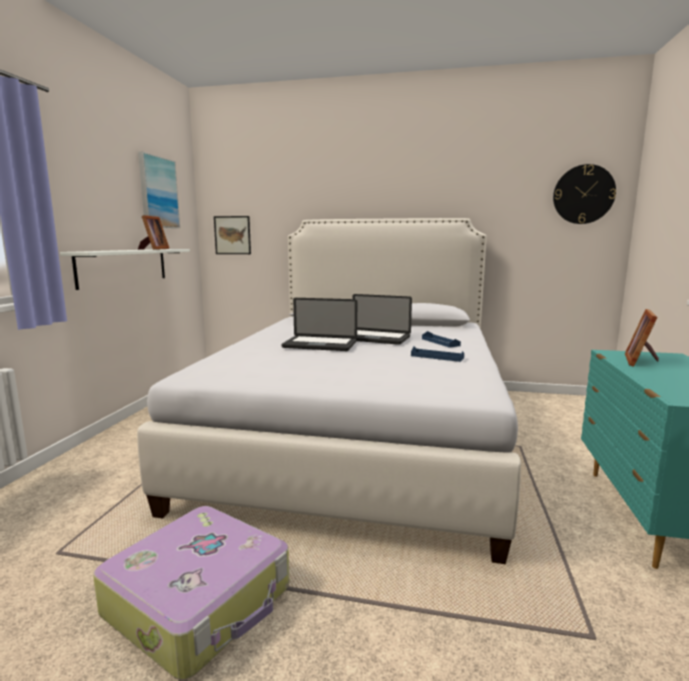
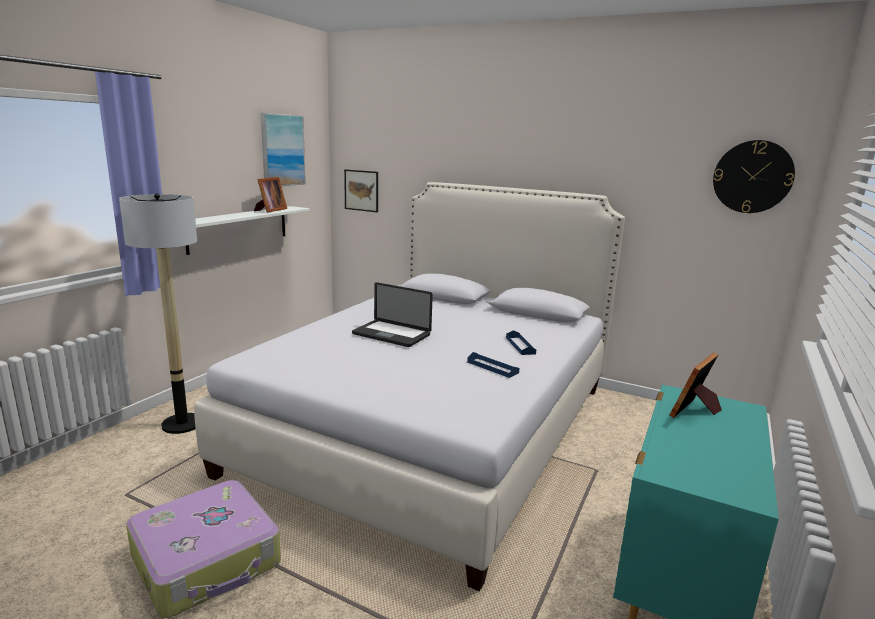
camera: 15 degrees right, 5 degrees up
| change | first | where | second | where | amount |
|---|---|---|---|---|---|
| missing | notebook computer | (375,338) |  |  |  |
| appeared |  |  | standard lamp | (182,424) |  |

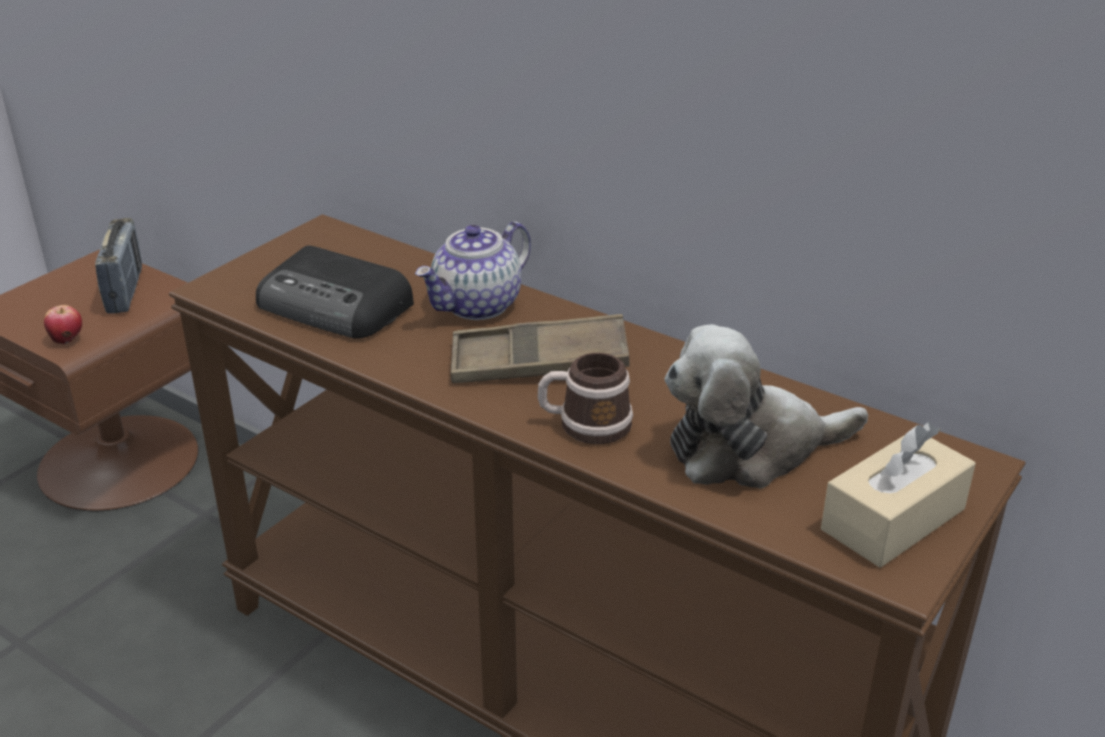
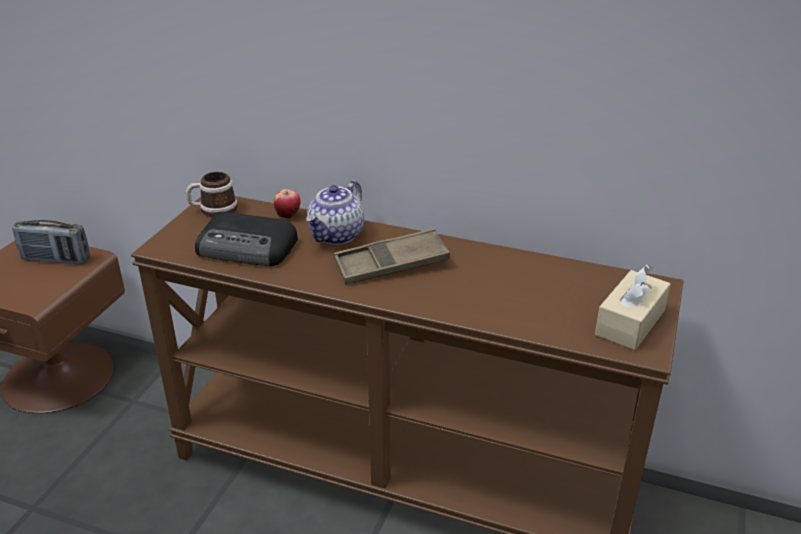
camera: 15 degrees left, 0 degrees up
| change | first | where | second | where | amount |
|---|---|---|---|---|---|
| relocated | apple | (67,340) |  | (288,216) |  |
| spun | radio set | (125,291) |  | (56,259) | 120 degrees clockwise |
| relocated | mug | (585,425) |  | (213,210) |  |
| missing | soft toy | (750,449) |  |  |  |

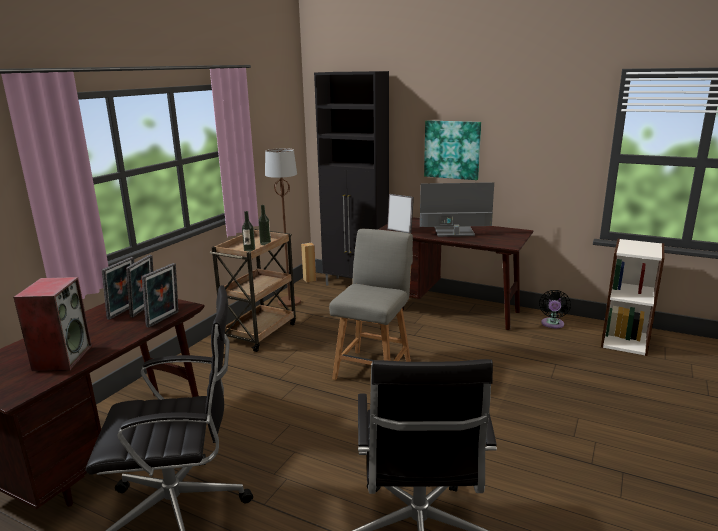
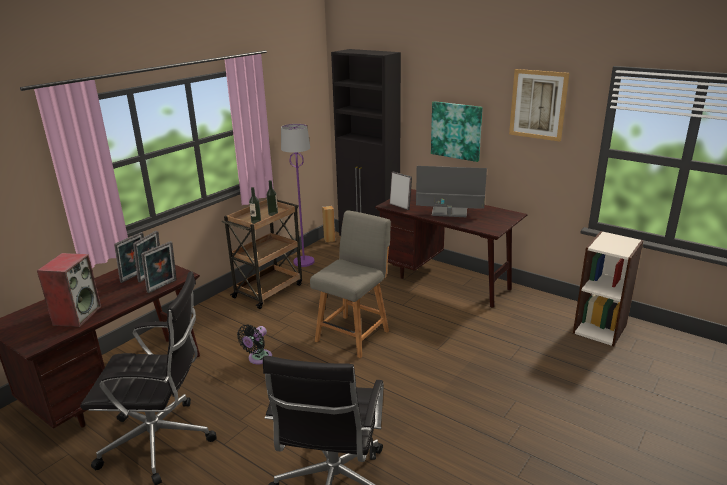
camera: 10 degrees right, 5 degrees up
| change | first | where | second | where | amount |
|---|---|---|---|---|---|
| colour | brownish standard lamp | (289,302) | purple standard lamp | (304,262) |  |
| relocated | blackish electric fan | (552,324) |  | (258,358) |  |
| appeared |  |  | picture | (538,104) |  |

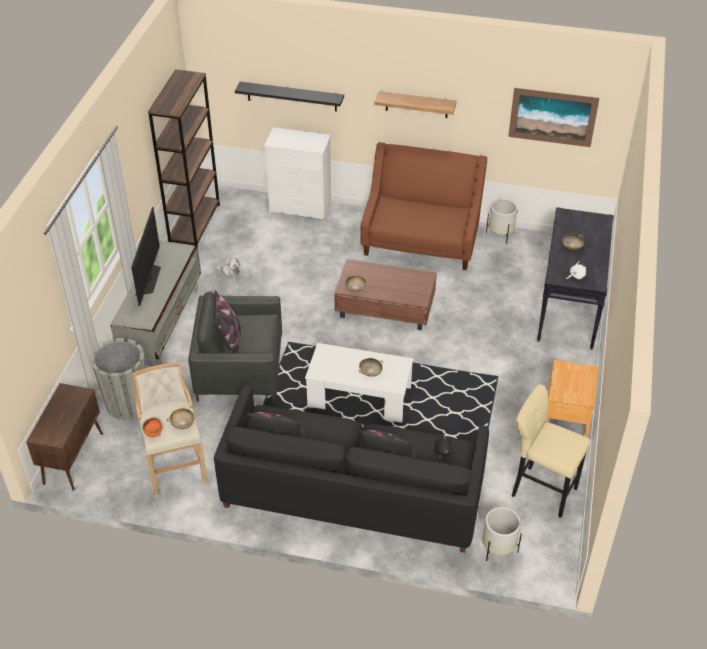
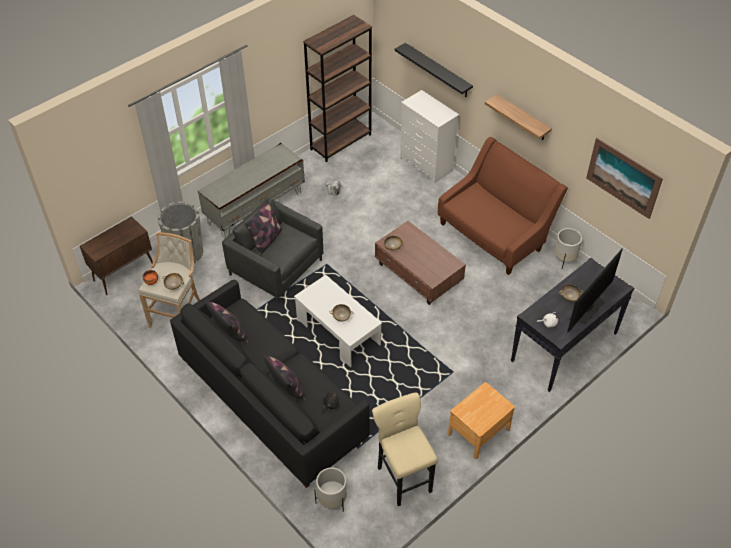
camera: 35 degrees right, 5 degrees up
| change | first | where | second | where | amount |
|---|---|---|---|---|---|
| relocated | television | (148,279) |  | (588,308) |  |

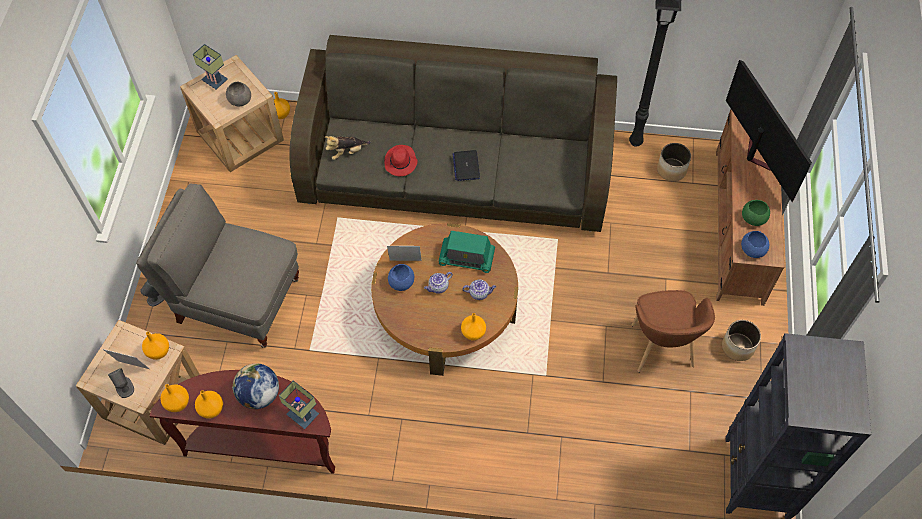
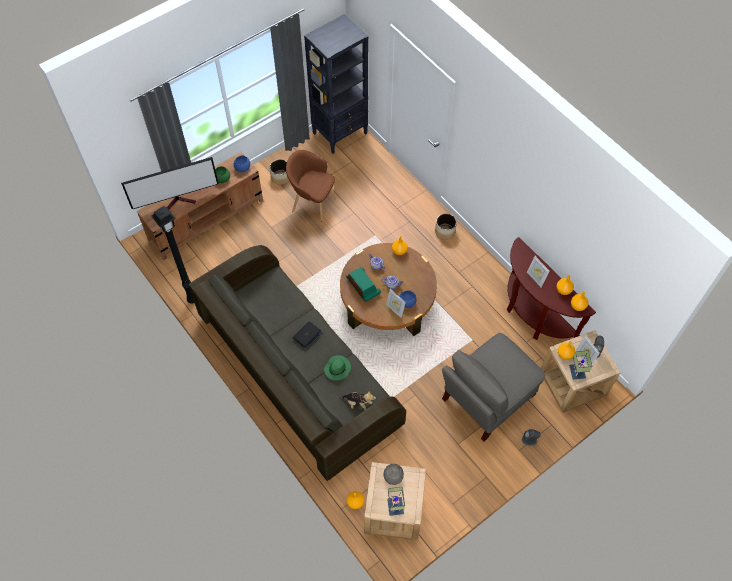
camera: 135 degrees left, 0 degrees up
| change | first | where | second | where | amount |
|---|---|---|---|---|---|
| spun | greyish easy chair | (237,300) |  | (486,399) | 75 degrees clockwise |
| exchanged | desk globe | (259,395) | photo frame | (535,278) |  |
| relocated | table lamp | (301,415) |  | (578,373) |  |
| colour | red-coloured clothing hat | (401,162) | greenish clothing hat | (337,368) |  |
| spun | brownish easy chair | (661,348) |  | (312,203) | 105 degrees counterclockwise |
| relocated | flower pot | (671,170) |  | (445,231) |  |
| spun | television | (755,155) |  | (179,202) | 135 degrees counterclockwise |

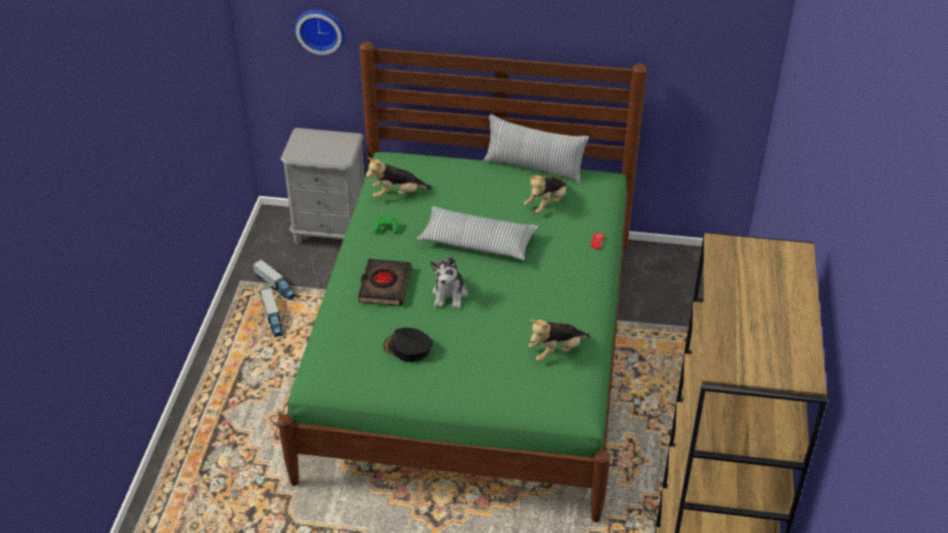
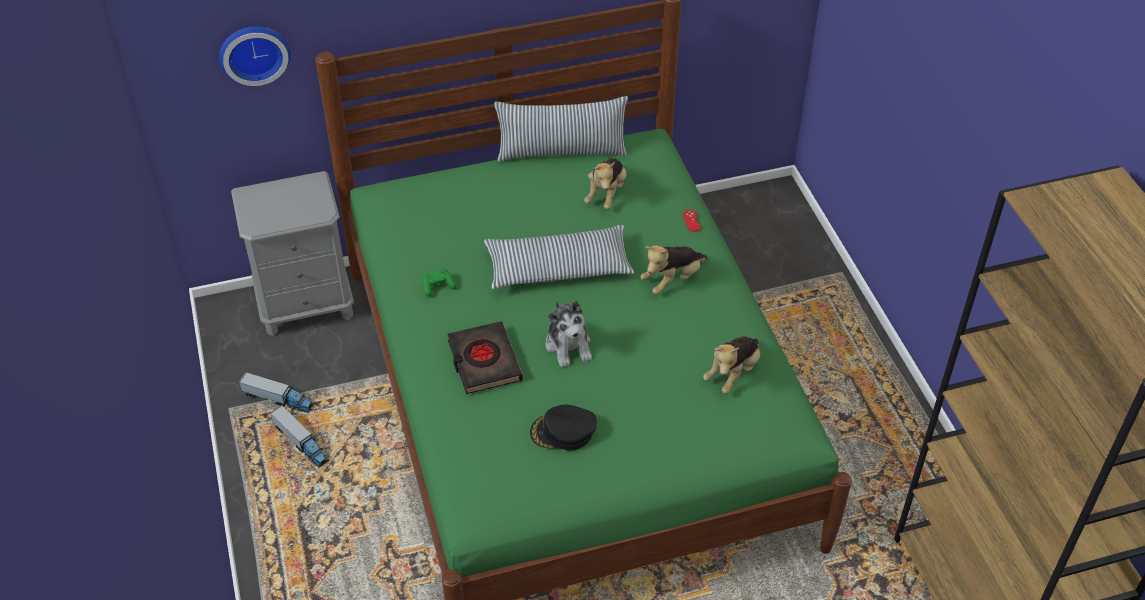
camera: 25 degrees left, 5 degrees up
| change | first | where | second | where | amount |
|---|---|---|---|---|---|
| relocated | soft toy | (397,194) |  | (672,280) |  |

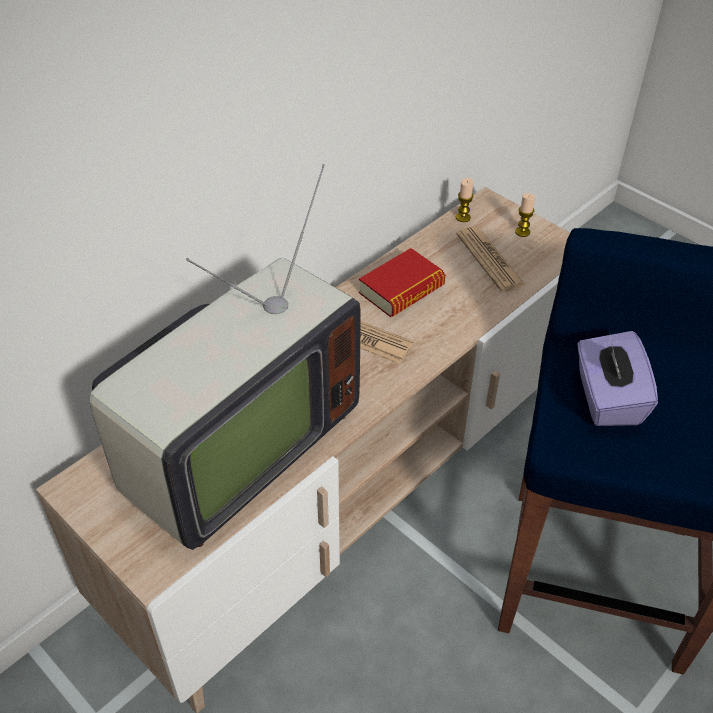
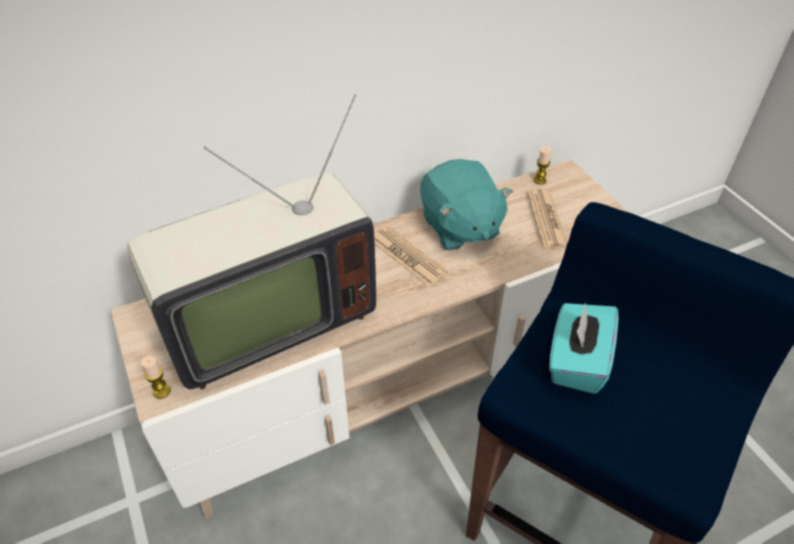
camera: 20 degrees right, 0 degrees up
| change | first | where | second | where | amount |
|---|---|---|---|---|---|
| exchanged | bound book | (401,289) | blue-green soft toy | (459,227) |  |
| relocated | candle | (522,232) |  | (161,391) |  |
| colour | purple box of tissues | (607,398) | blue-green box of tissues | (576,362) |  |

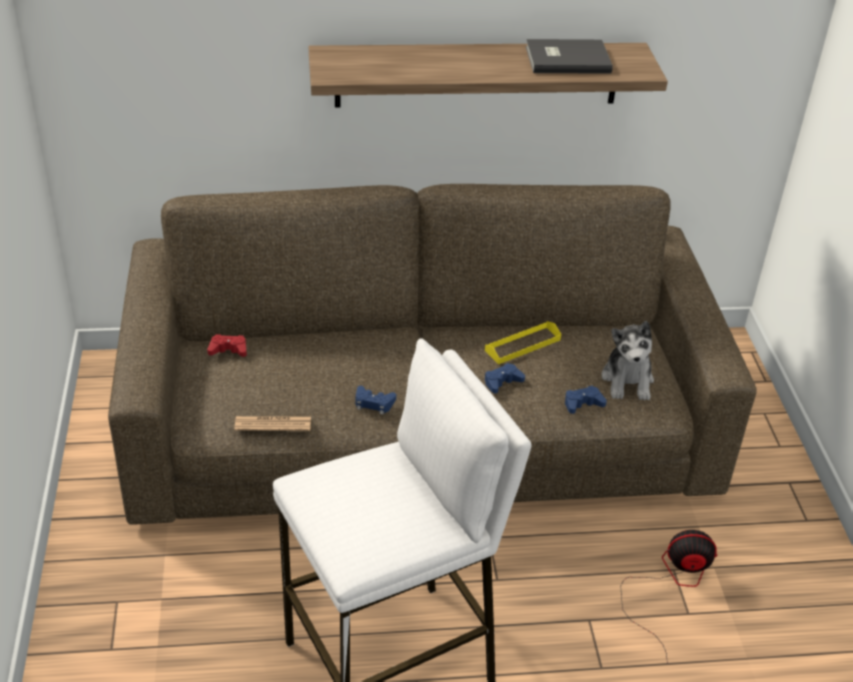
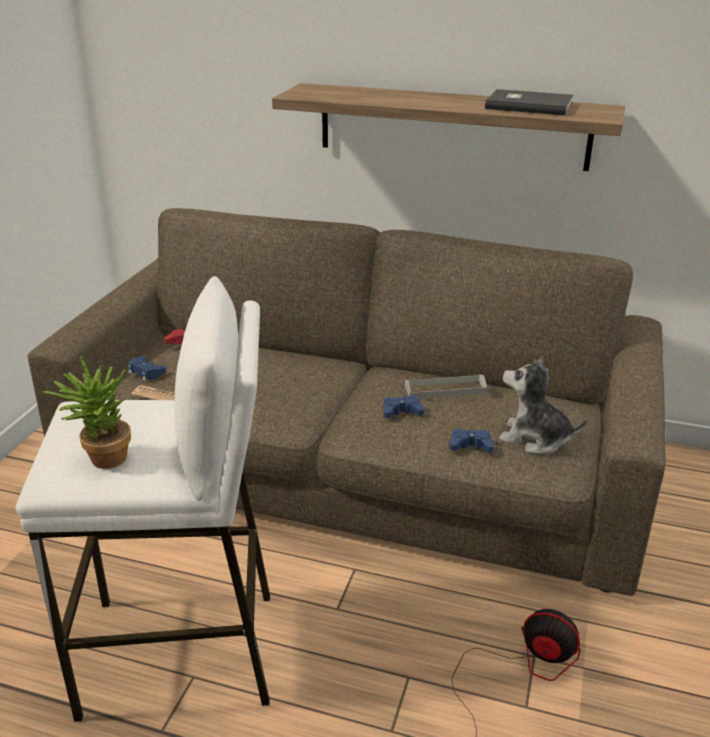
camera: 25 degrees right, 10 degrees down
| change | first | where | second | where | amount |
|---|---|---|---|---|---|
| relocated | bluish game controller | (373,403) |  | (146,372) |  |
| colour | yellowish tray | (522,345) | greyish tray | (445,389) |  |
| spun | soft toy | (627,380) |  | (534,439) | 90 degrees clockwise |
| appeared |  |  | houseplant | (101,459) |  |

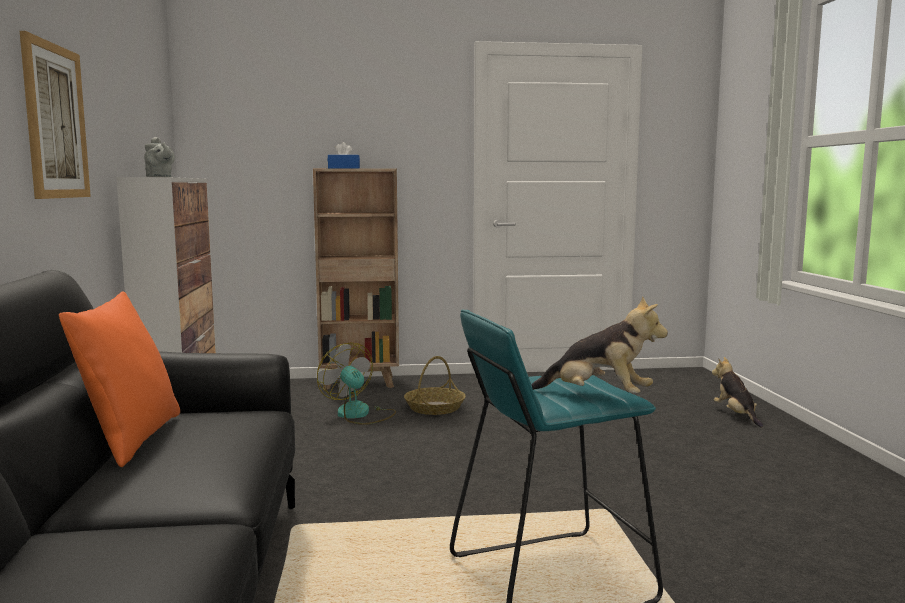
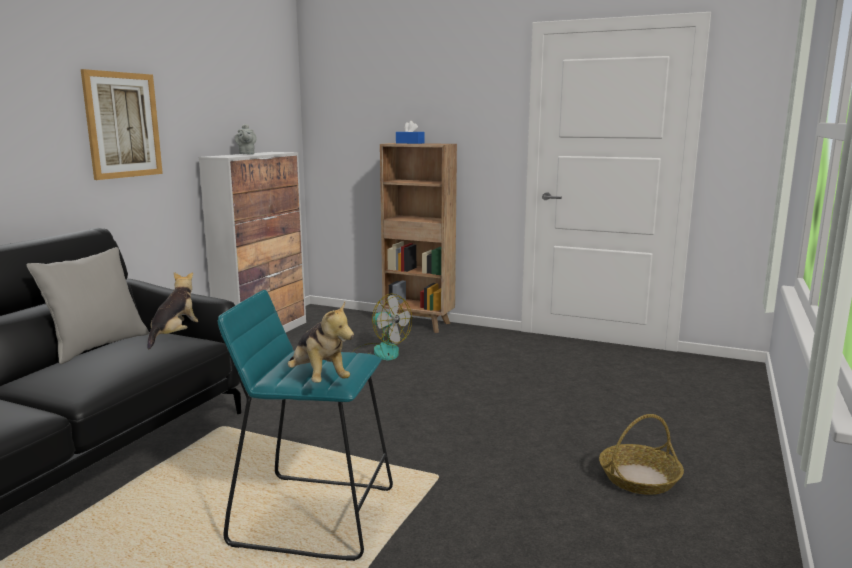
camera: 30 degrees right, 5 degrees up
| change | first | where | second | where | amount |
|---|---|---|---|---|---|
| colour | orange-coloured throw pillow | (130,439) | greyish throw pillow | (97,346) |  |
| spun | electric fan | (359,414) |  | (380,351) | 135 degrees clockwise |
| relocated | household basket | (434,408) |  | (639,478) |  |
| relocated | soft toy | (736,415) |  | (175,335) |  |

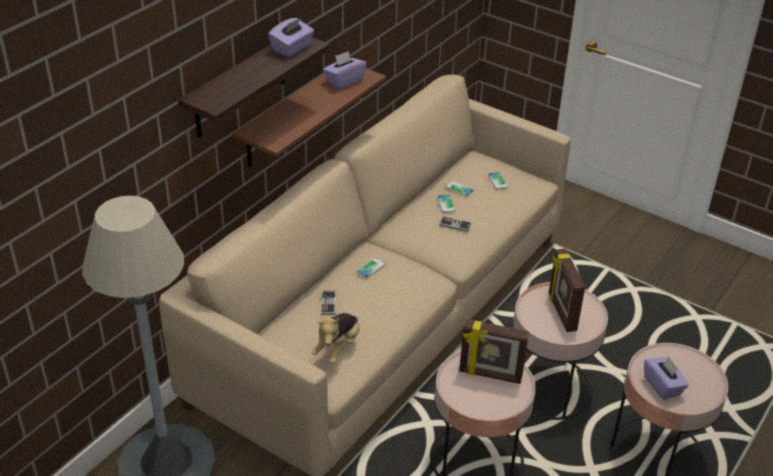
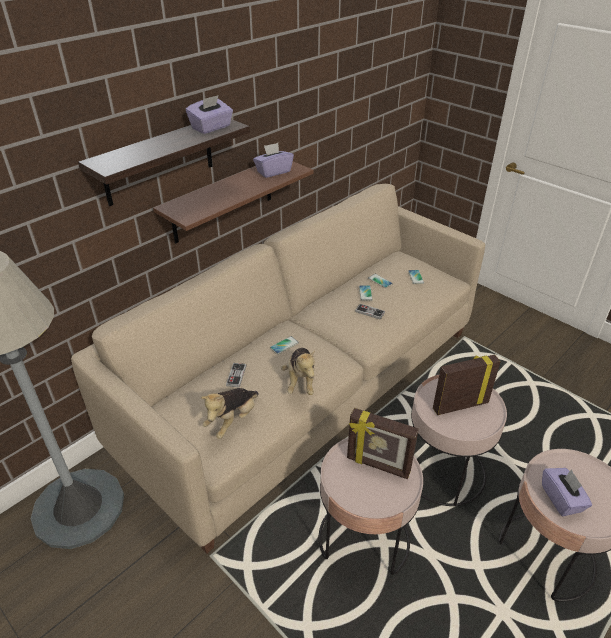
camera: 10 degrees right, 0 degrees up
| change | first | where | second | where | amount |
|---|---|---|---|---|---|
| spun | photo frame | (561,312) |  | (459,405) | 75 degrees clockwise |
| appeared |  |  | soft toy | (300,380) |  |

